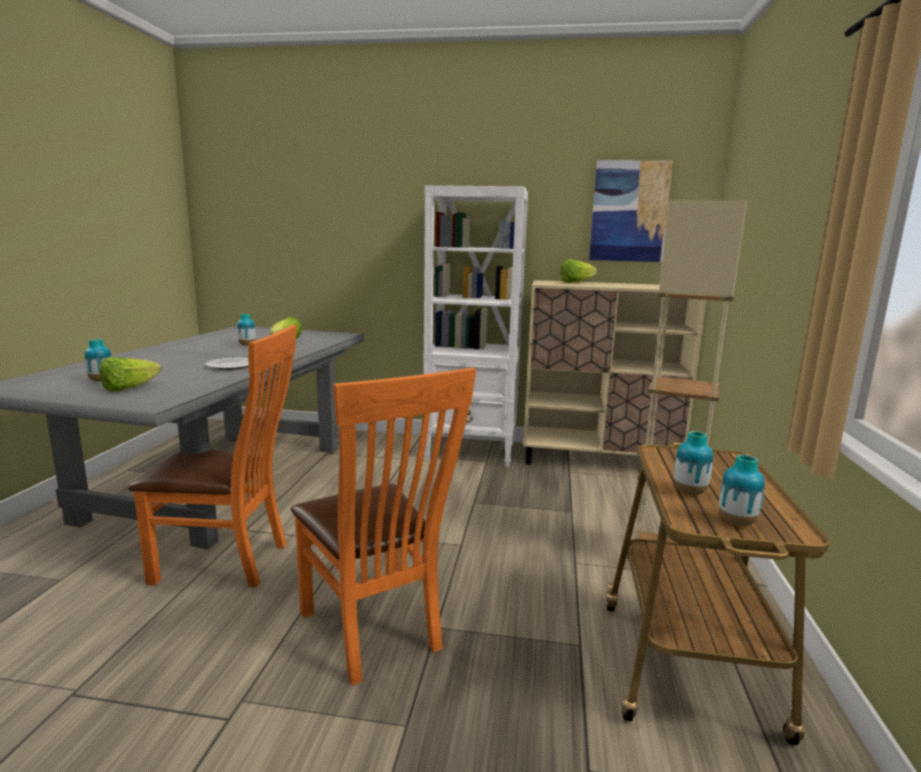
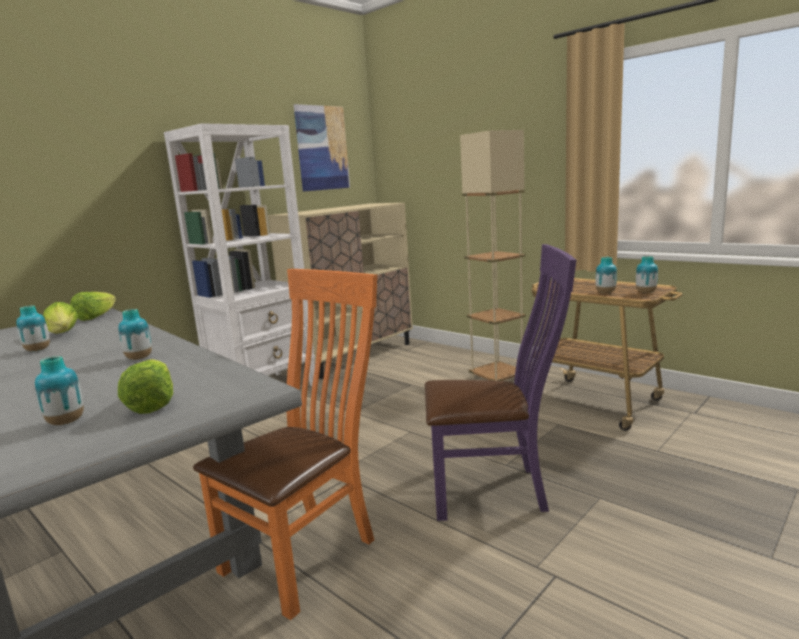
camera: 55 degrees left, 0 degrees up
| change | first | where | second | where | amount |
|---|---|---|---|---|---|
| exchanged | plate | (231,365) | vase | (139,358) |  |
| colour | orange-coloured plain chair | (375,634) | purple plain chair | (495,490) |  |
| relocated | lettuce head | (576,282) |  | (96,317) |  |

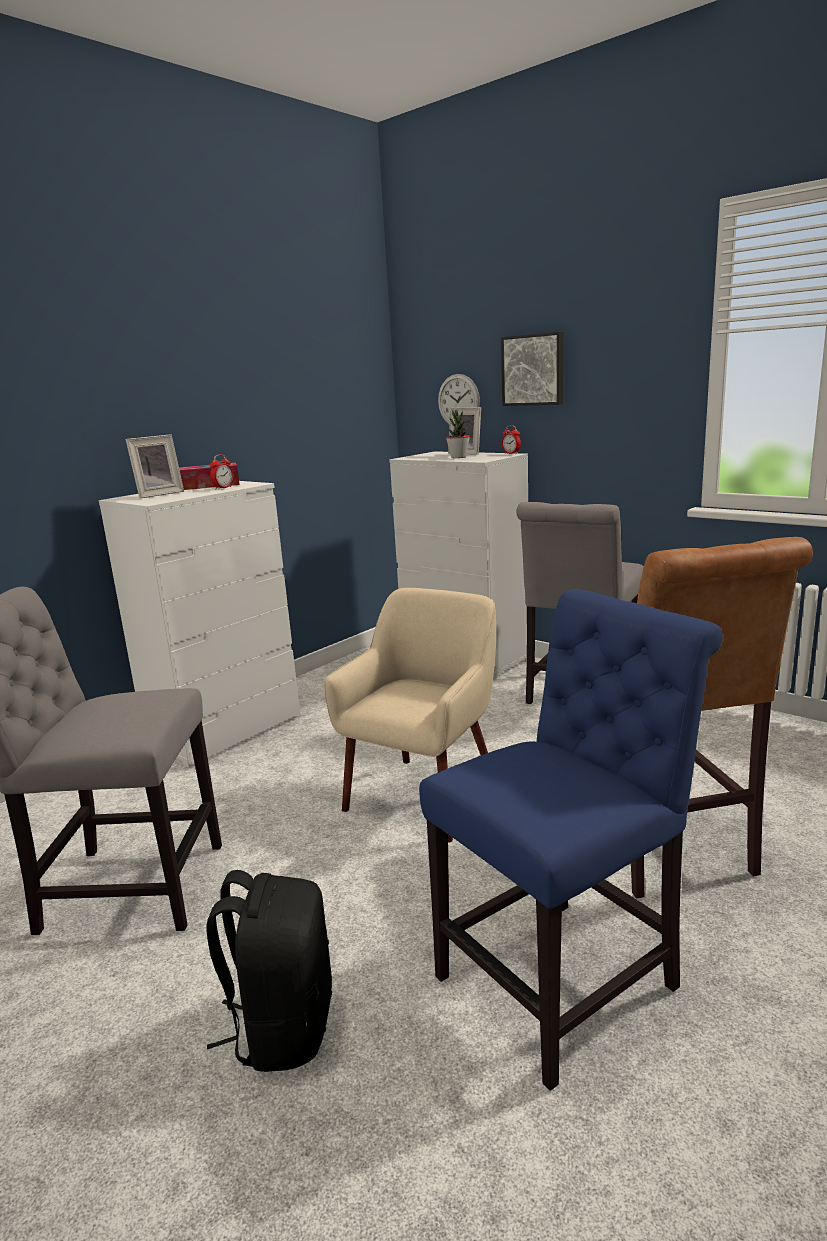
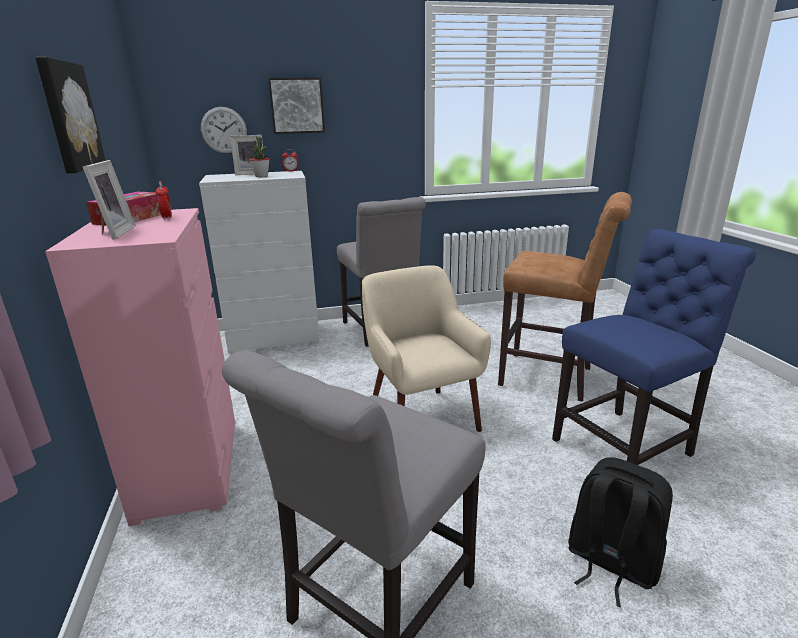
camera: 55 degrees left, 5 degrees up
| change | first | where | second | where | amount |
|---|---|---|---|---|---|
| colour | white dresser | (225,730) | pinkish dresser | (189,468) |  |
| spun | bluish plain chair | (566,977) |  | (626,446) | 60 degrees clockwise |
| appeared |  |  | picture | (68,116) |  |

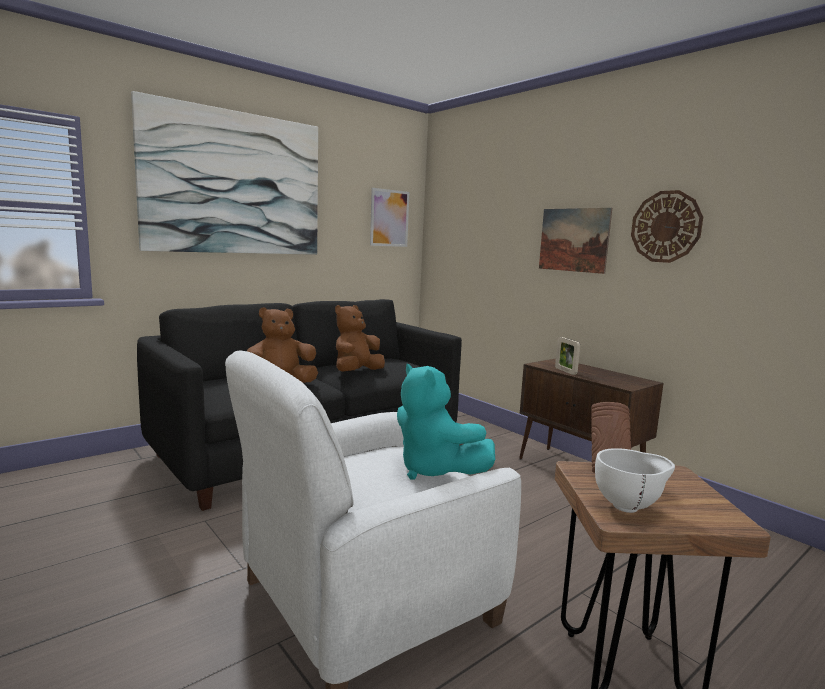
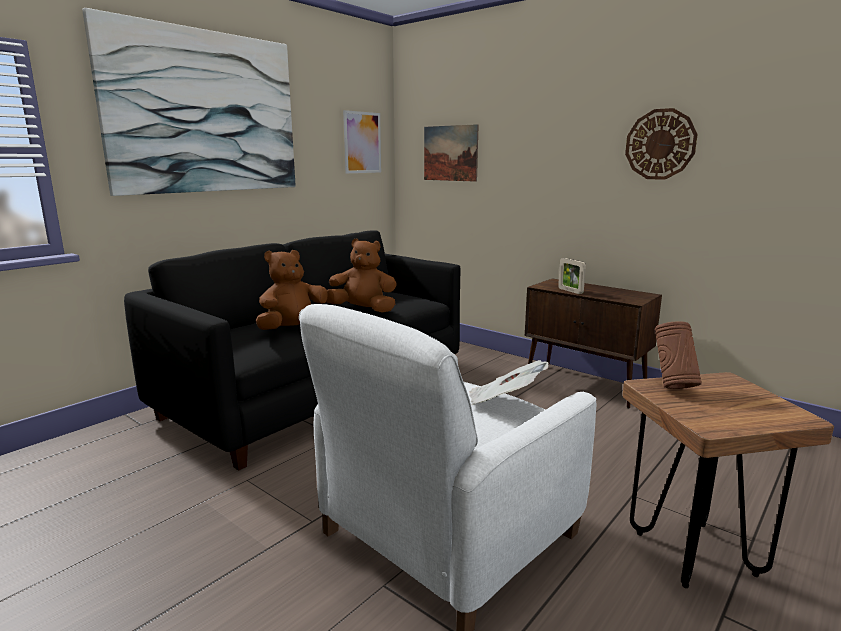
camera: 10 degrees left, 5 degrees up
| change | first | where | second | where | amount |
|---|---|---|---|---|---|
| spun | brownish soft toy | (356,372) |  | (363,310) | 75 degrees clockwise |
| exchanged | blue-green soft toy | (434,470) | newspaper | (504,402) |  |
| relocated | picture | (573,240) |  | (450,153) |  |
| missing | white bowl | (629,507) |  |  |  |

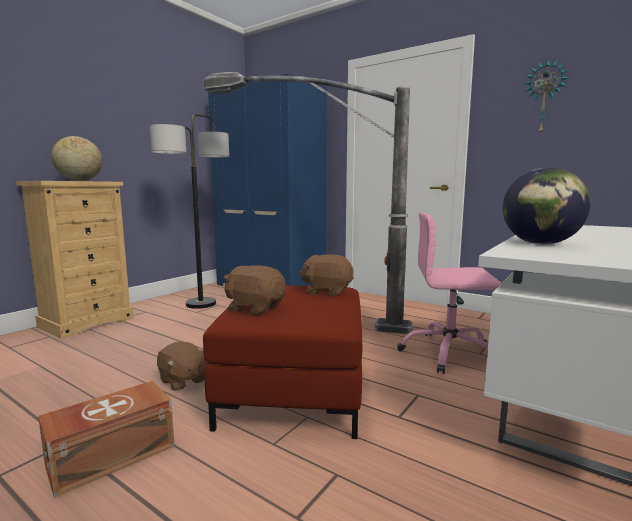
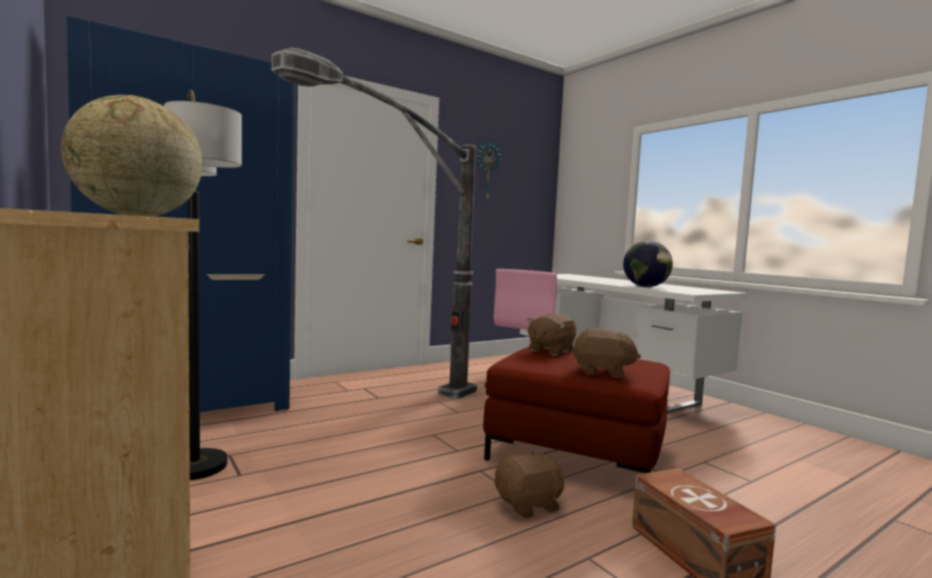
camera: 70 degrees left, 5 degrees down
| change | first | where | second | where | amount |
|---|---|---|---|---|---|
| spun | brownish soft toy | (255,308) |  | (602,372) | 120 degrees counterclockwise |

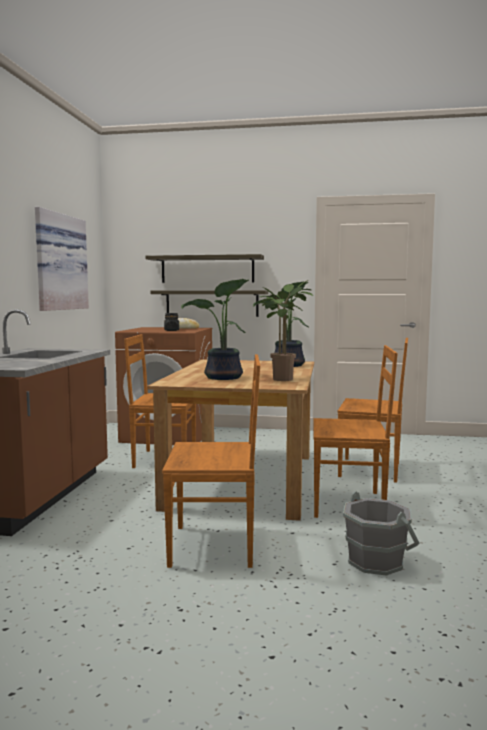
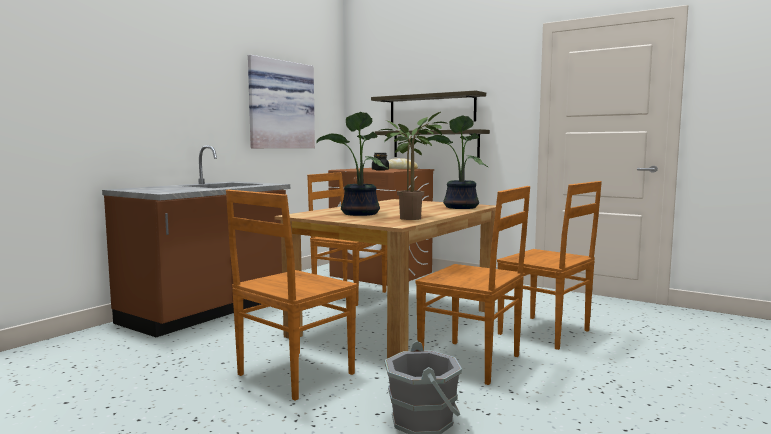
camera: 25 degrees right, 0 degrees up
| change | first | where | second | where | amount |
|---|---|---|---|---|---|
| spun | brownish plain chair | (216,546) |  | (293,375) | 105 degrees clockwise |

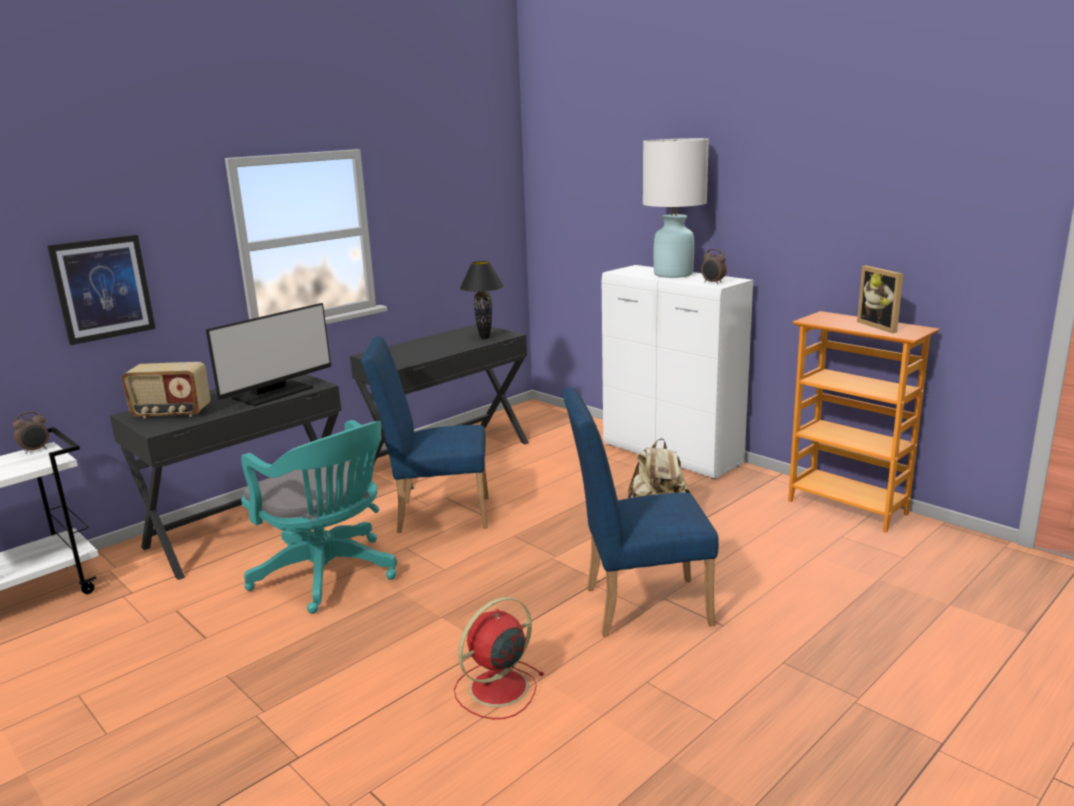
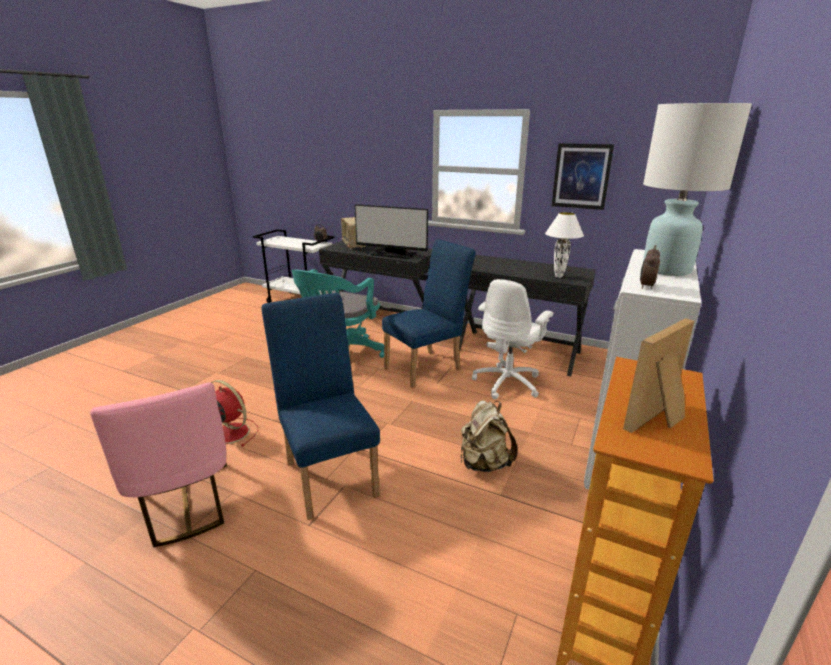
camera: 70 degrees right, 5 degrees up
| change | first | where | second | where | amount |
|---|---|---|---|---|---|
| relocated | picture | (103,288) |  | (581,176) |  |
| spun | bluish plain chair | (435,514) |  | (427,367) | 75 degrees clockwise |
| colour | blackish table lamp | (484,337) | white table lamp | (558,276) |  |
| appeared |  |  | pinkish plain chair | (185,504) |  |
| appeared |  |  | white office chair | (508,383) |  |

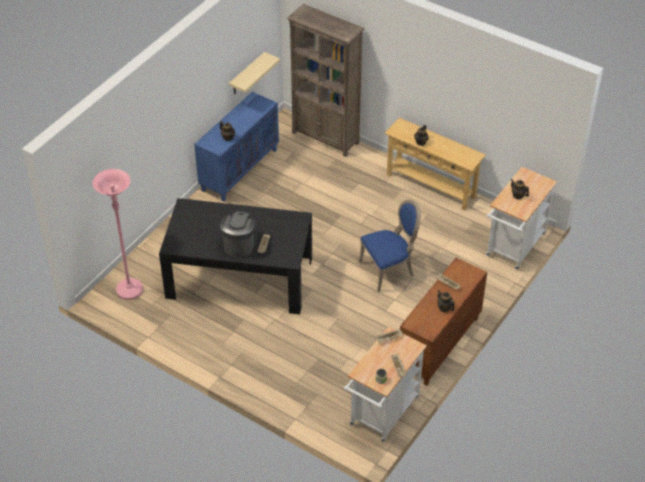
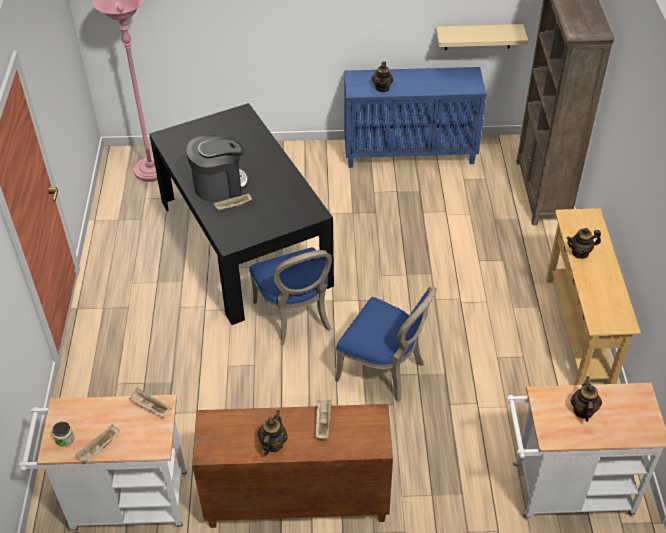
camera: 55 degrees right, 0 degrees up
| change | first | where | second | where | amount |
|---|---|---|---|---|---|
| appeared |  |  | bluish plain chair | (296,317) |  |

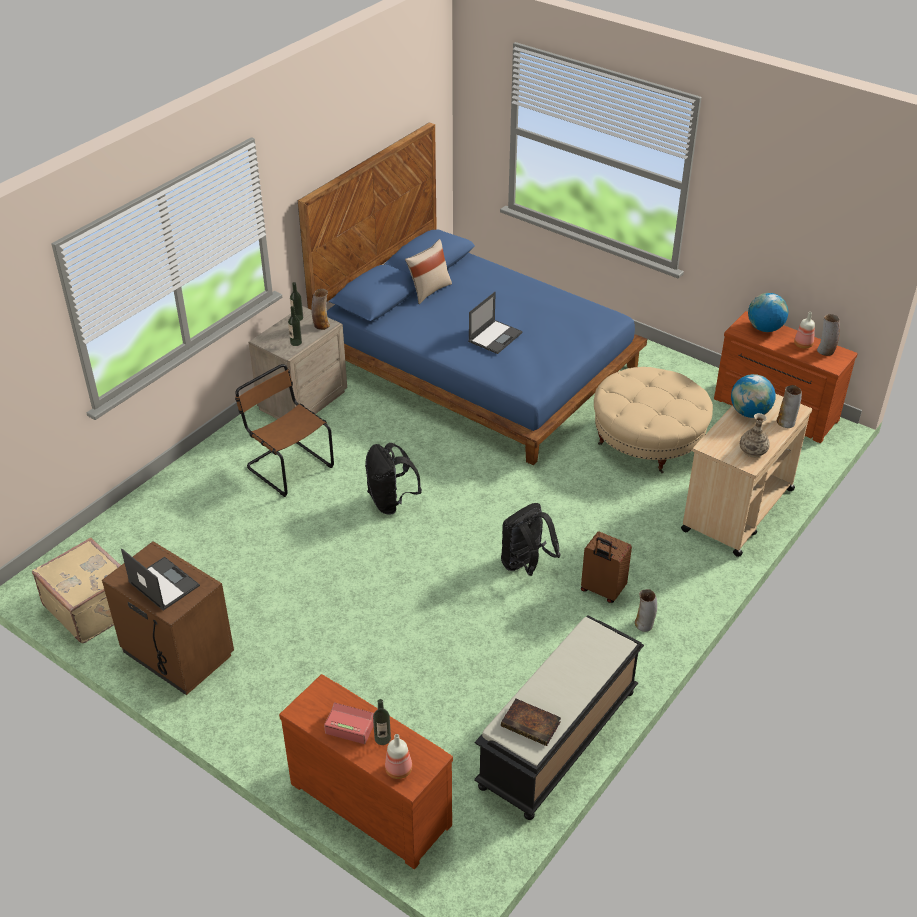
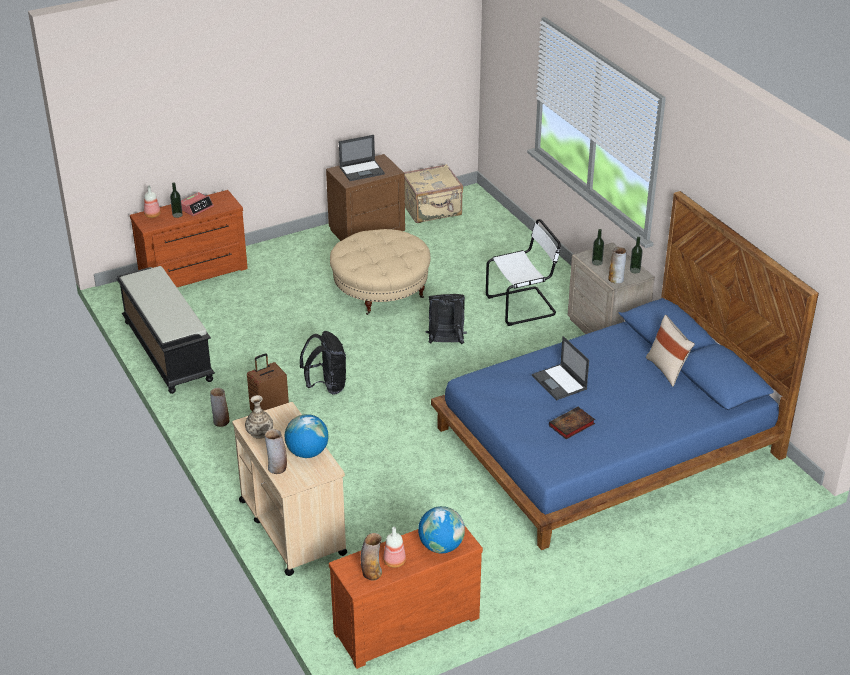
camera: 115 degrees right, 5 degrees down
| change | first | where | second | where | amount |
|---|---|---|---|---|---|
| colour | brownish plain chair | (287,466) | white plain chair | (523,306) |  |
| relocated | bound book | (532,724) |  | (571,425) |  |
| relocated | sand-coloured ottoman | (648,440) |  | (381,291) |  |

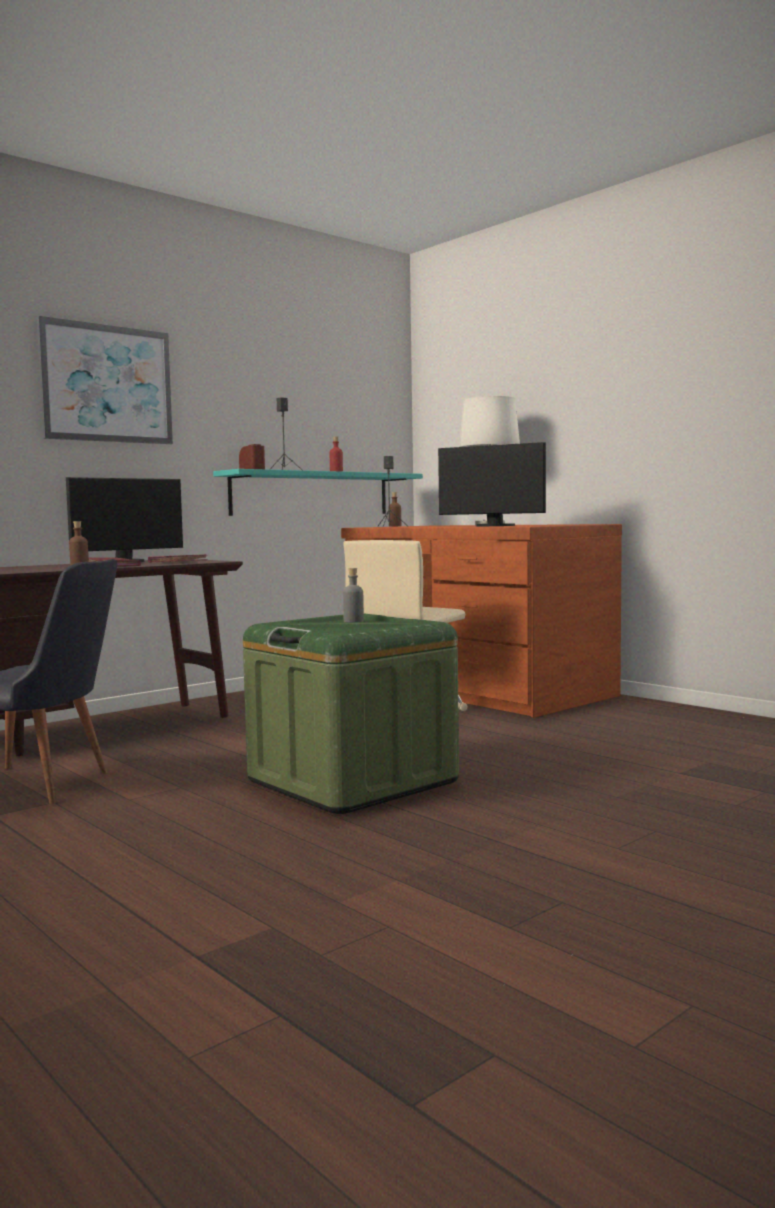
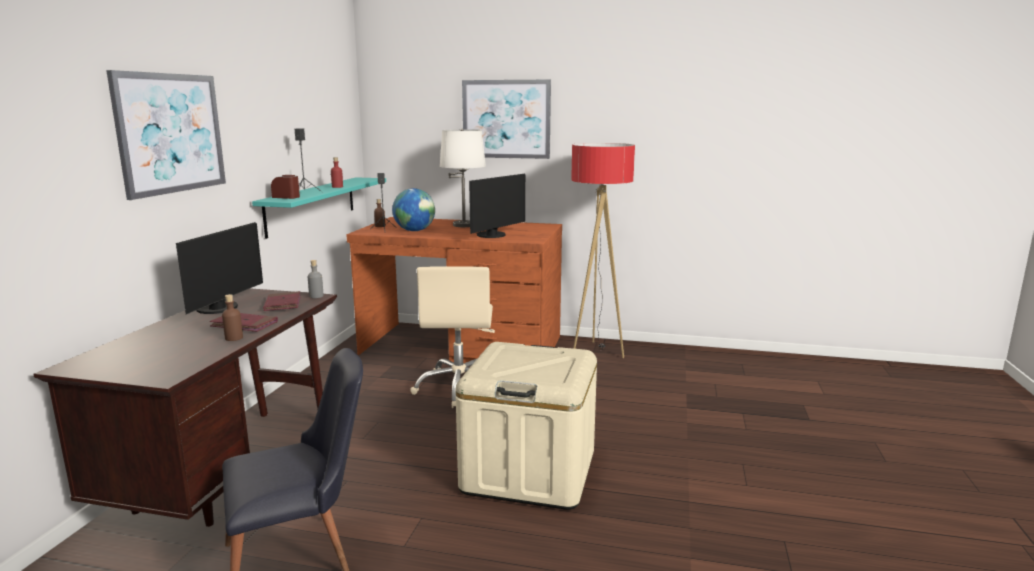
camera: 35 degrees left, 10 degrees up
| change | first | where | second | where | amount |
|---|---|---|---|---|---|
| colour | greenish storage bin | (352,781) | sand-coloured storage bin | (529,471) |  |
| relocated | greyish beverage bottle | (353,621) |  | (316,296) |  |
| spun | computer display | (494,526) |  | (494,235) | 45 degrees counterclockwise |
| appeared |  |  | desk globe | (414,231) |  |
| appeared |  |  | picture | (506,119) |  |
| appeared |  |  | standard lamp | (596,352) |  |

